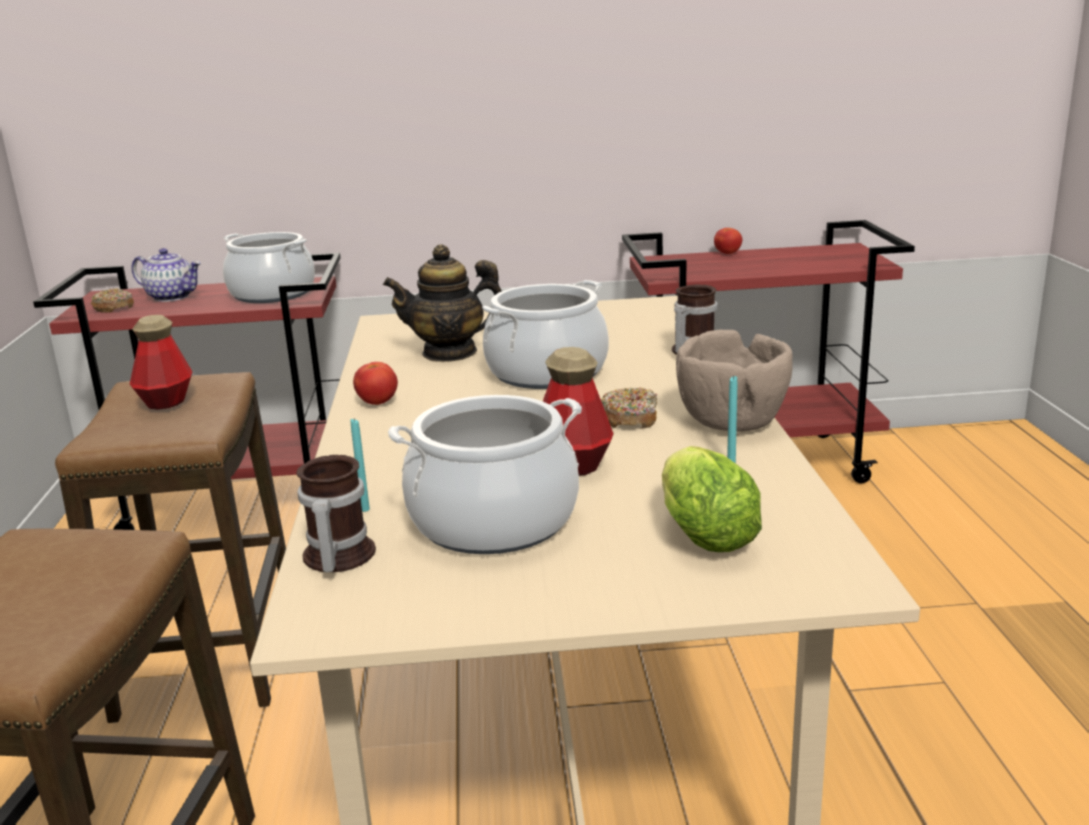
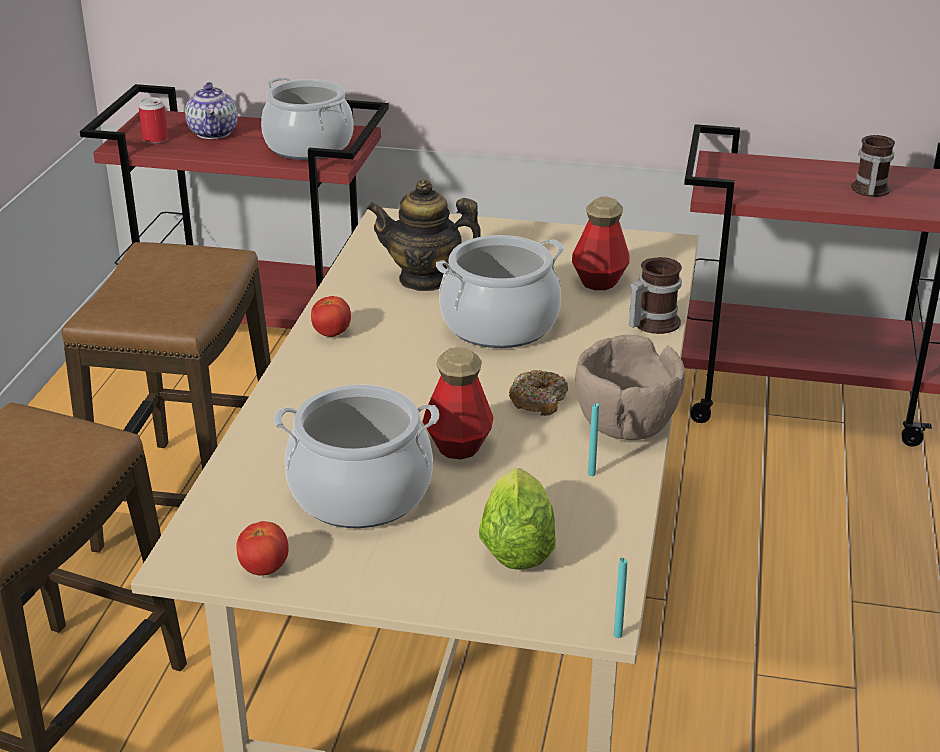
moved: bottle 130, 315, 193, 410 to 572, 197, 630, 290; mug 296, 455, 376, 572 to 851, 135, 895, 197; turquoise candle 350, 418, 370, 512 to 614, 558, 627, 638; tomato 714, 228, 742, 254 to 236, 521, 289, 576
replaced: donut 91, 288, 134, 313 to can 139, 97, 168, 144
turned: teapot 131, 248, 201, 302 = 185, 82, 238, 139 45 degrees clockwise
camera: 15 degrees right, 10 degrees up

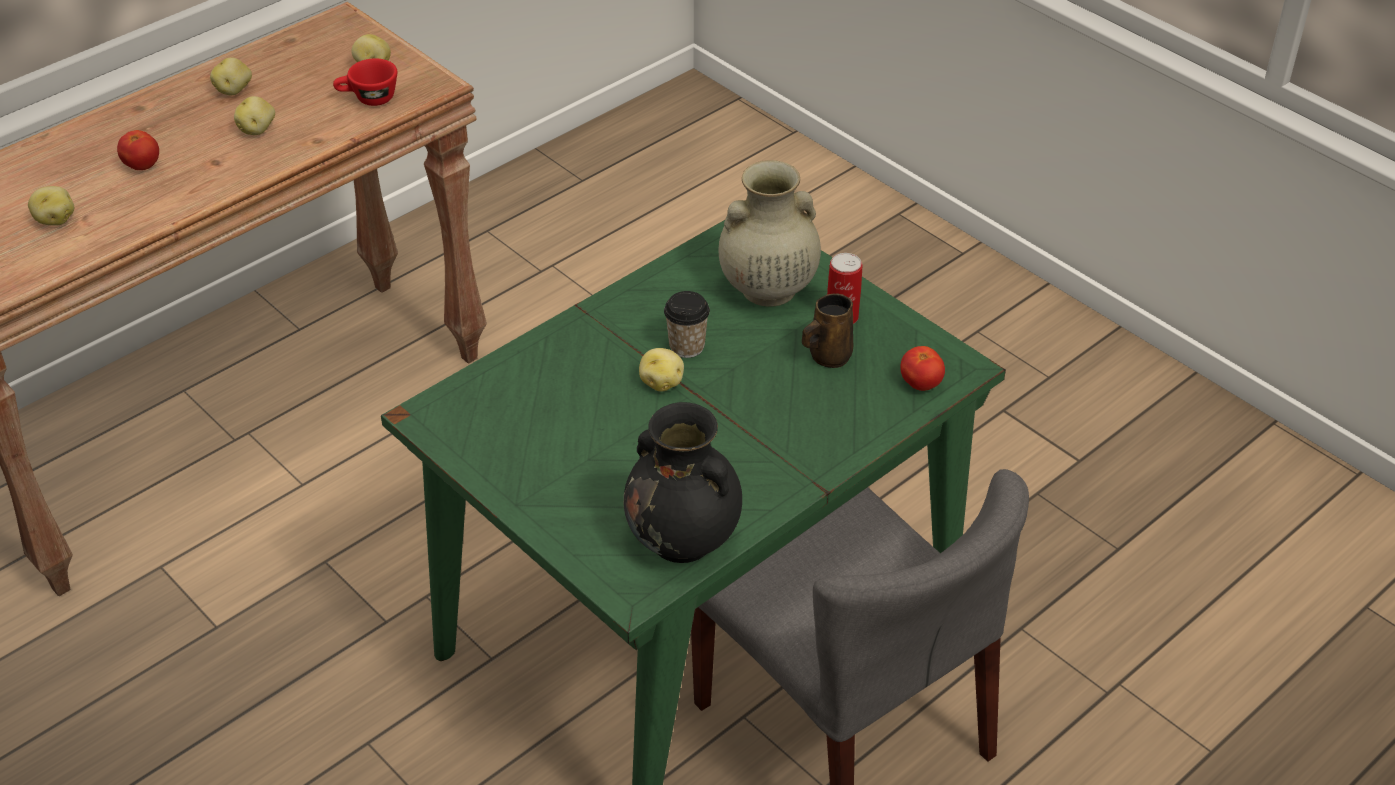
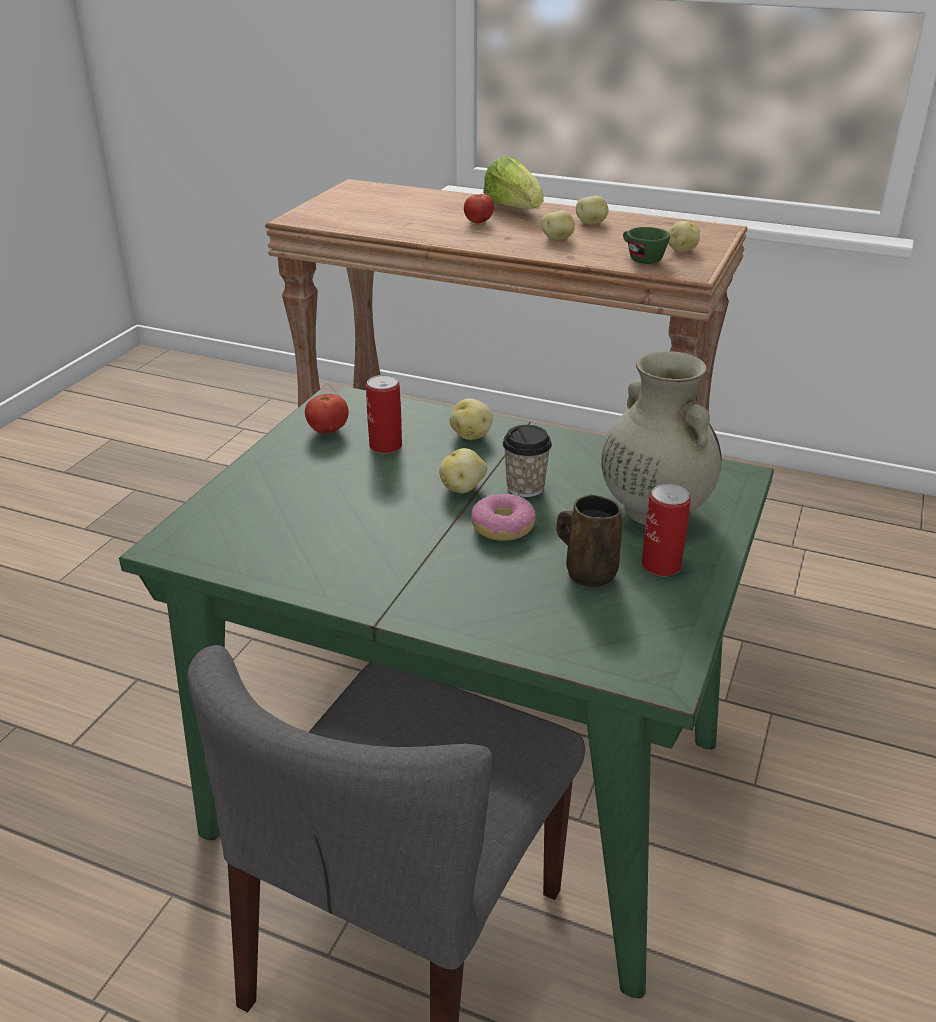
removed: black vase 624, 402, 742, 563
added: can 366, 375, 402, 454; donut 471, 493, 536, 541; lettuce 483, 157, 544, 209
moved: potato 28, 186, 74, 226 to 450, 398, 493, 440; tomato 900, 346, 945, 391 to 305, 394, 349, 434
recoloured: red cup 333, 58, 397, 106 to green cup 623, 227, 670, 264
camera: 65 degrees right, 10 degrees down

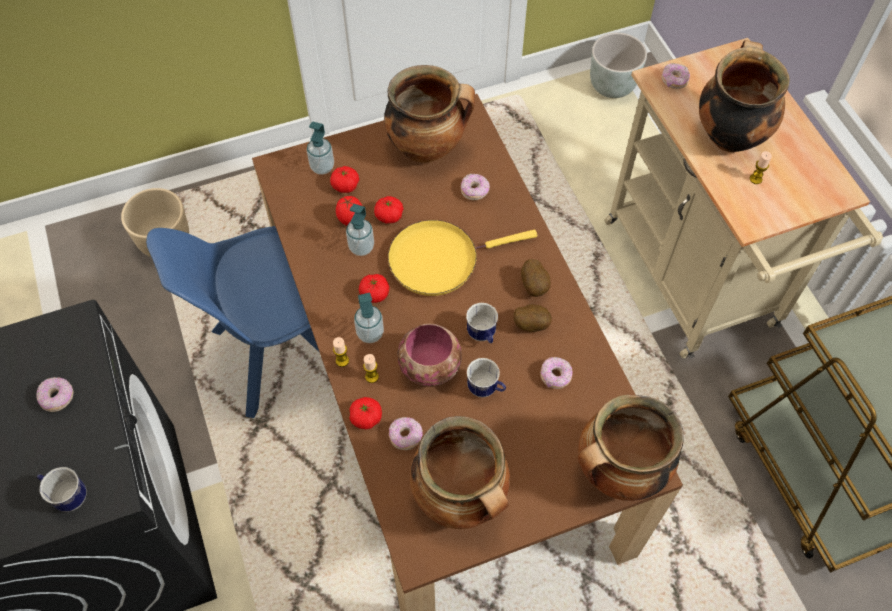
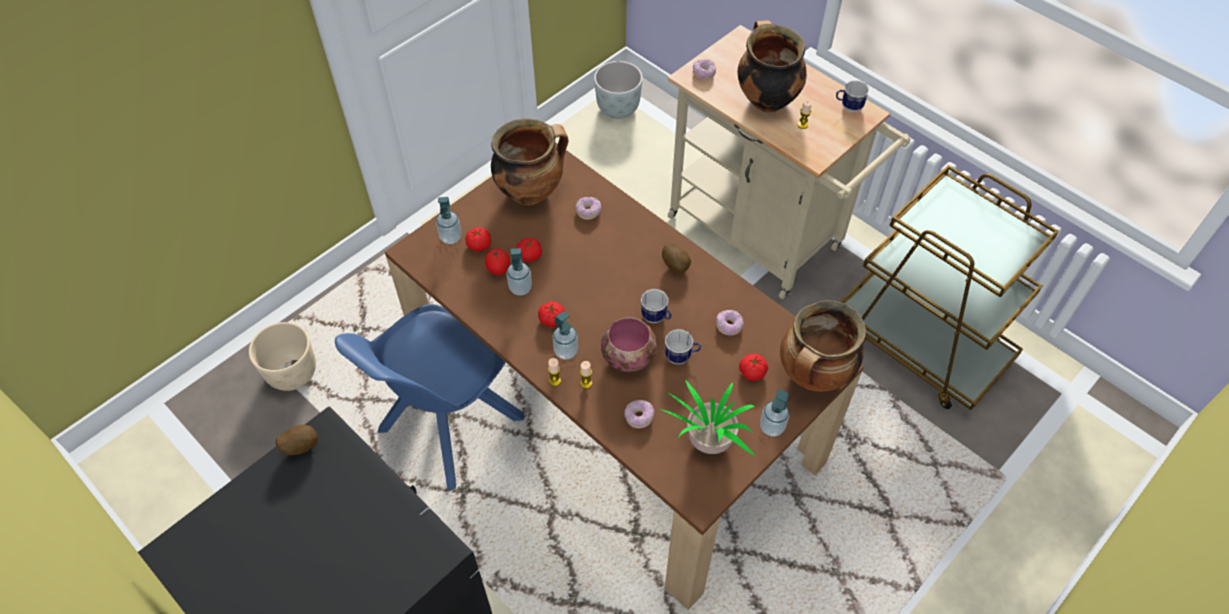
removed: donut 36, 377, 73, 412; yellow frying pan 388, 220, 537, 296
added: soap dispenser 760, 389, 789, 437
moved: mug 37, 467, 86, 512 to 836, 80, 869, 112; tomato 350, 397, 382, 429 to 739, 354, 768, 381; potato 514, 304, 552, 332 to 276, 425, 318, 455
replaced: cooking pot 410, 416, 510, 529 to potted plant 658, 380, 757, 457
camera: 25 degrees left, 5 degrees down

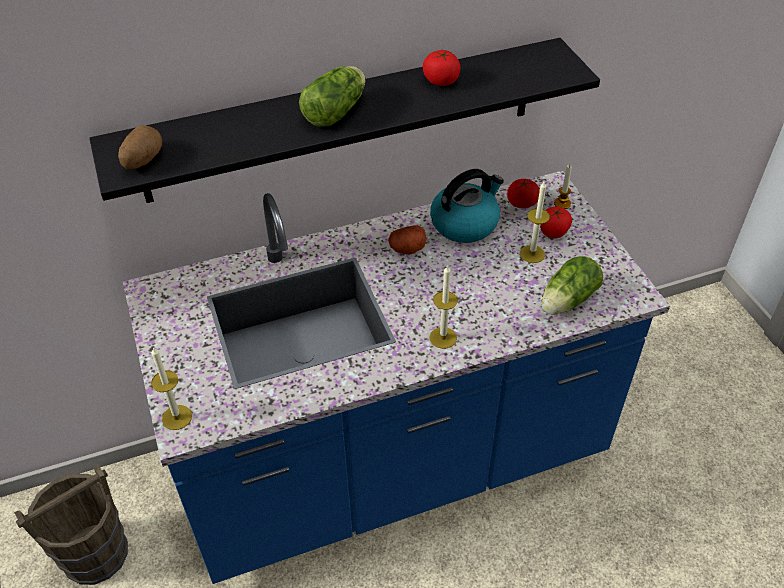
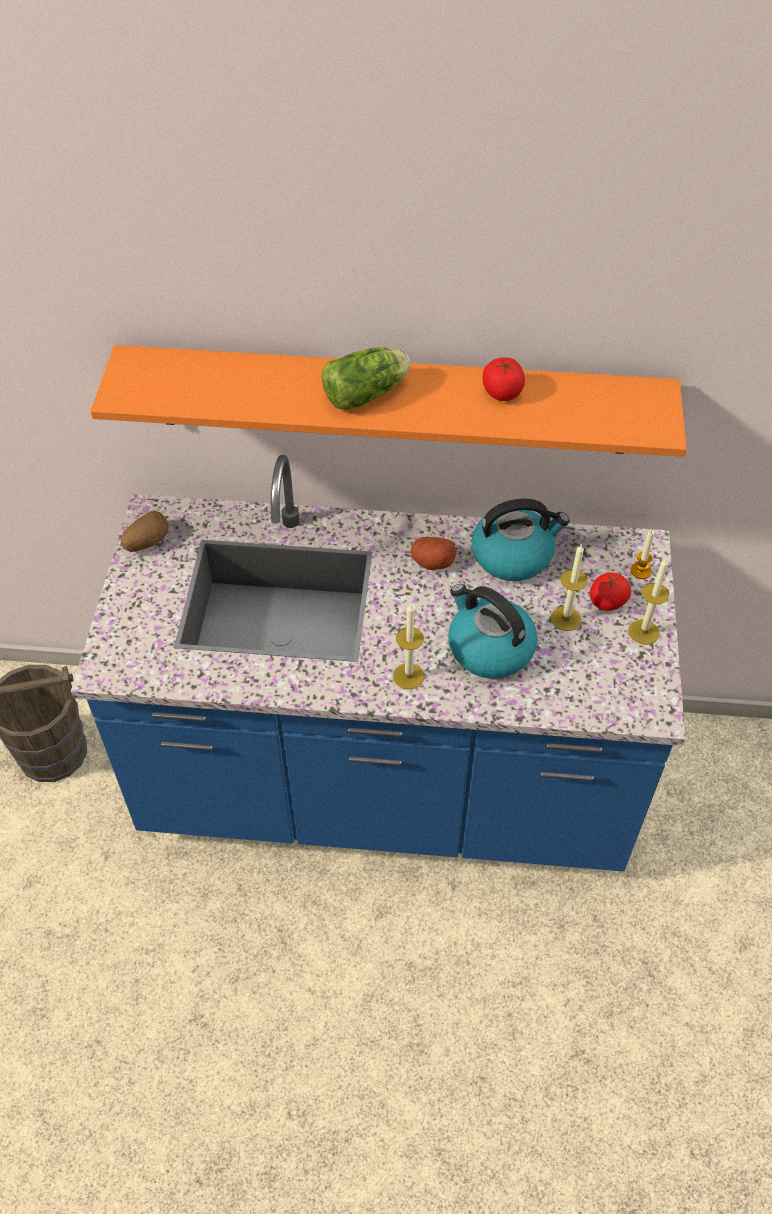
removed: tomato 507, 179, 540, 208; lettuce 542, 256, 603, 314
added: kettle 448, 584, 537, 679
moved: potato 118, 125, 162, 170 to 120, 511, 169, 552; candle 151, 347, 192, 430 to 628, 557, 669, 644
recoloured: black shelf 89, 38, 600, 203 to orange shelf 90, 345, 687, 457
camera: 25 degrees right, 5 degrees up

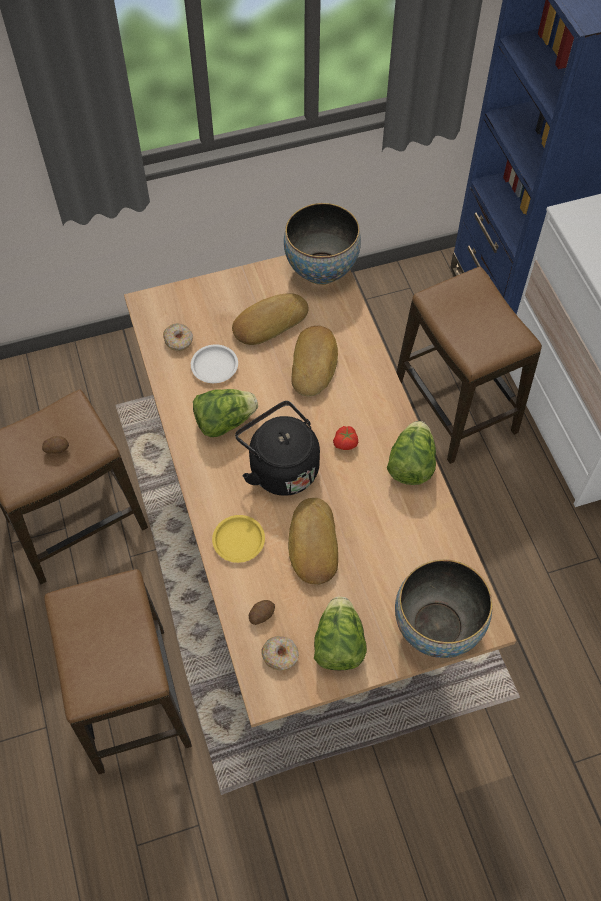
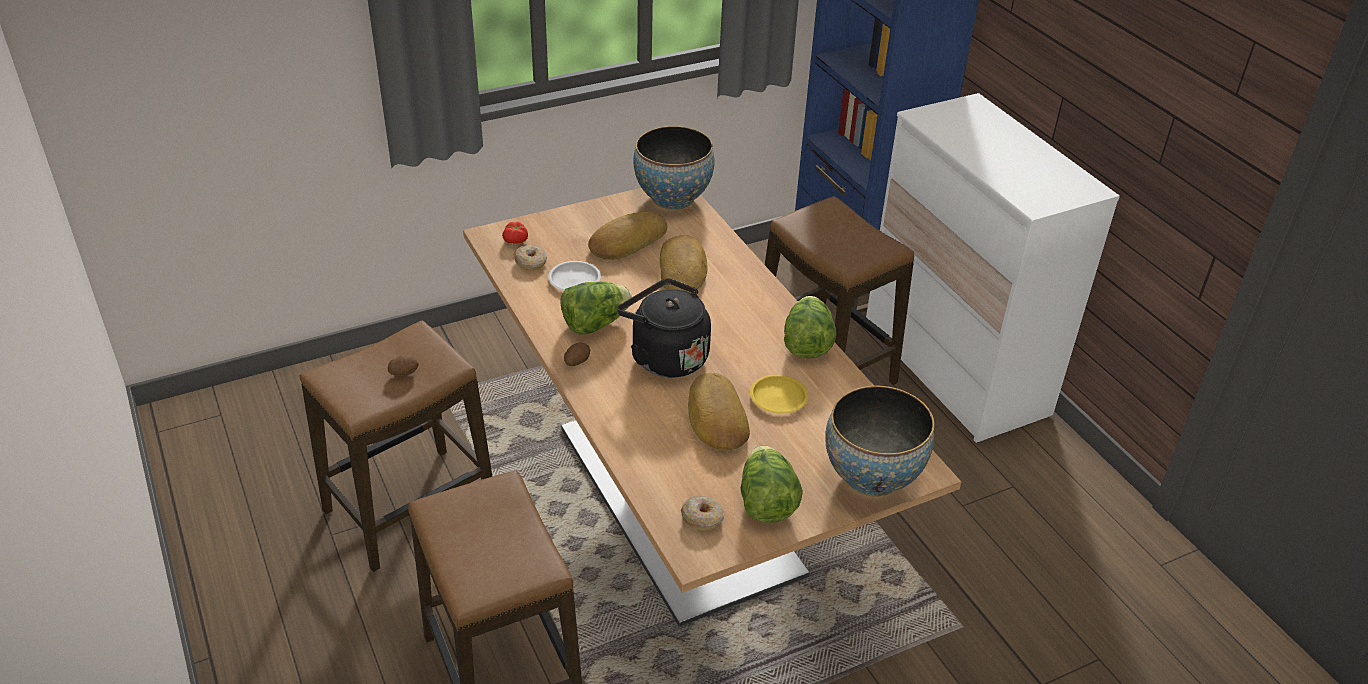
moved: yellow plate 212, 515, 265, 563 to 750, 375, 808, 414; potato 249, 600, 275, 625 to 564, 343, 590, 366; tomato 333, 426, 358, 450 to 502, 222, 528, 244
camera: 10 degrees left, 20 degrees down

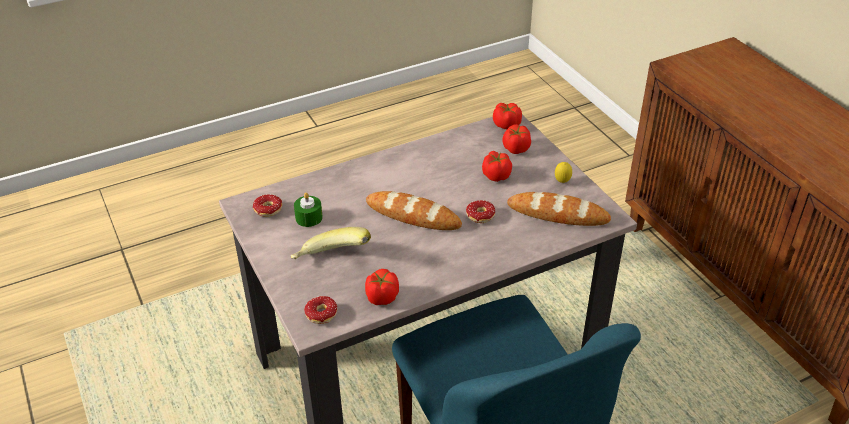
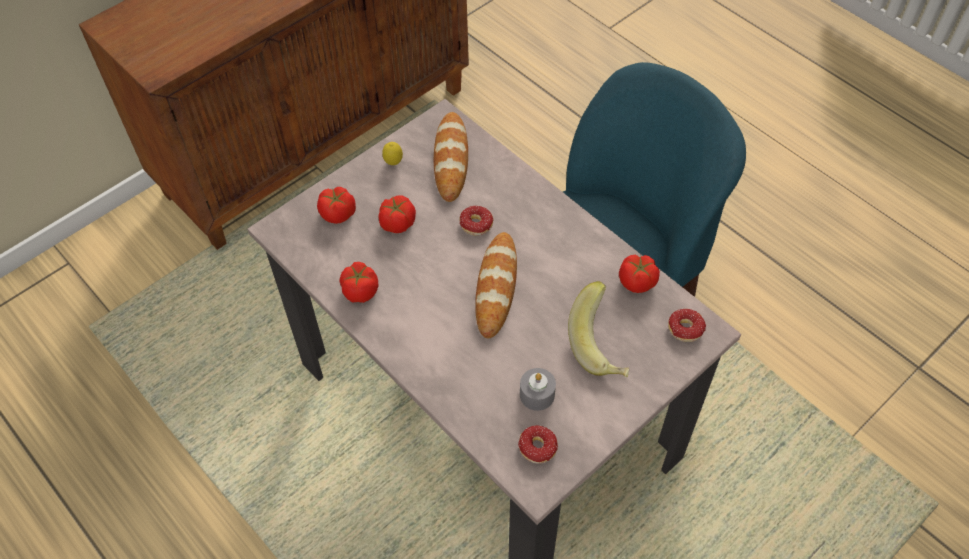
moved: tomato 493, 103, 522, 129 to 339, 262, 379, 303
recoloured: green candle 294, 193, 323, 227 to grey candle 520, 368, 556, 411
camera: 105 degrees left, 15 degrees up

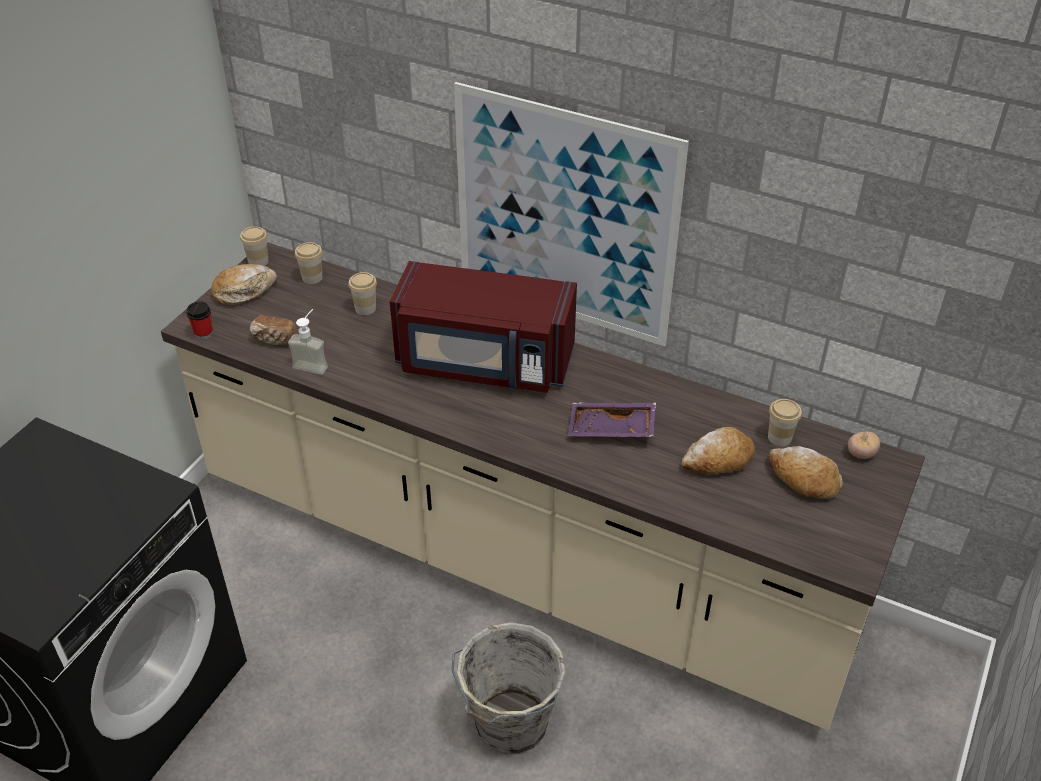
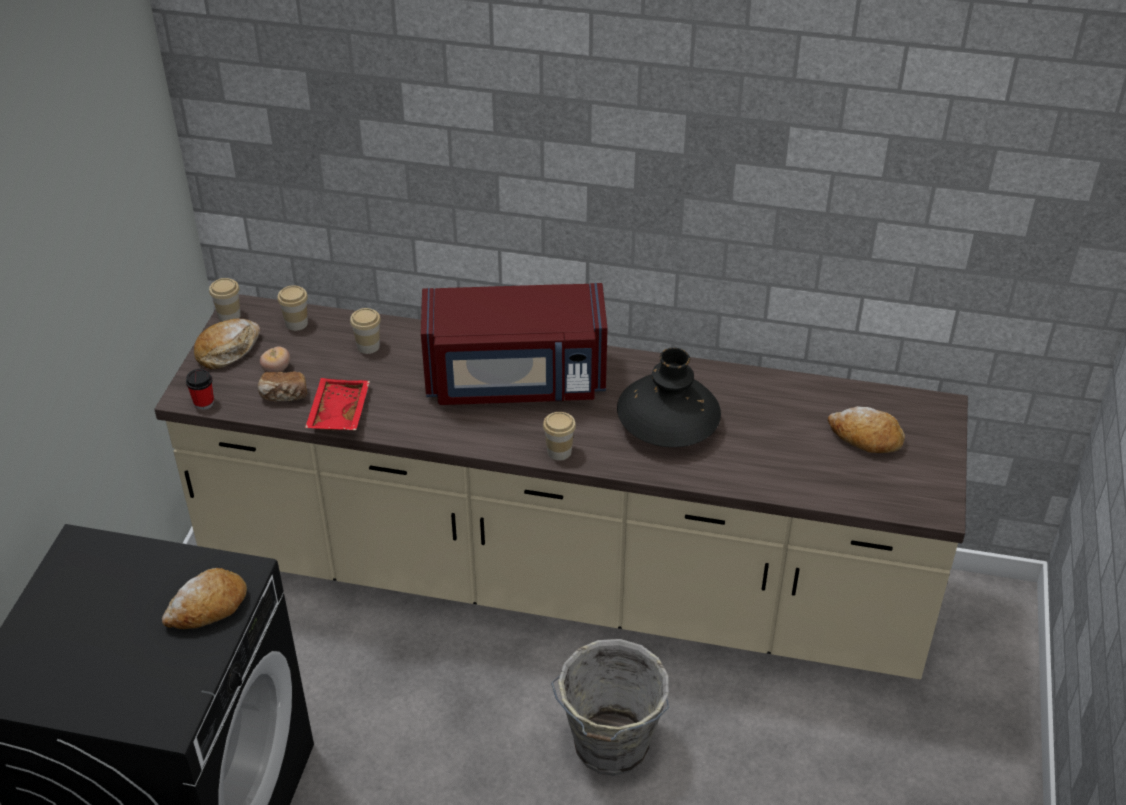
removed: picture 454, 82, 689, 346
moved: bread 681, 427, 755, 474 to 162, 568, 247, 629; cup 768, 399, 802, 446 to 543, 412, 576, 460; tomato 848, 431, 880, 459 to 260, 346, 290, 372
replaced: soap dispenser 288, 309, 328, 375 to red tray 305, 378, 370, 430; purple tray 567, 403, 656, 437 to black vase 617, 348, 721, 447
camera: 15 degrees left, 0 degrees up

